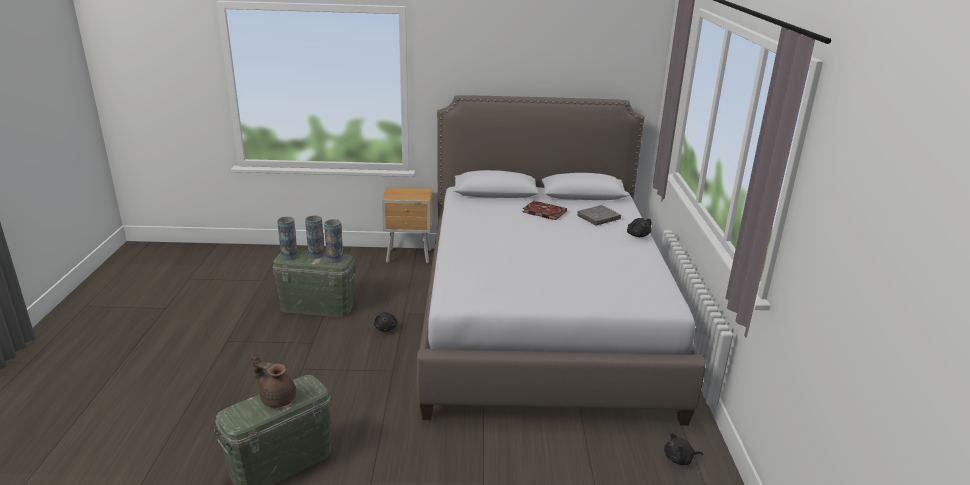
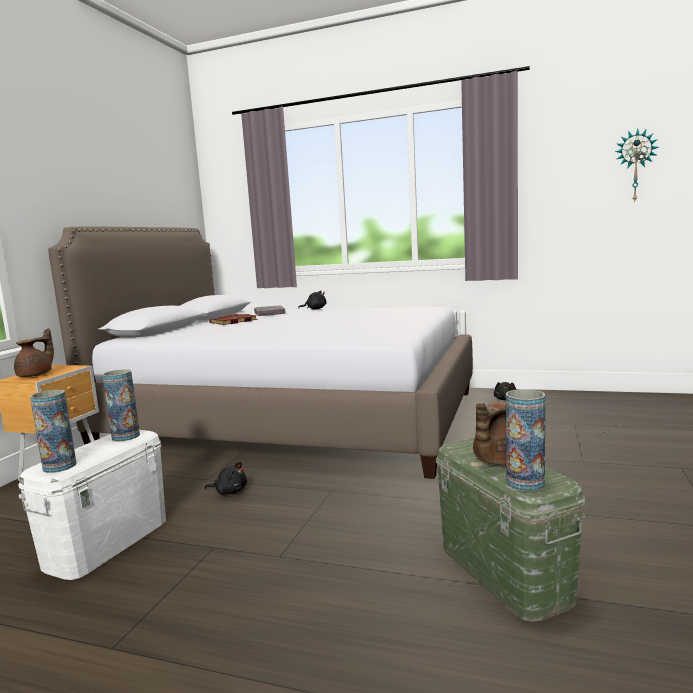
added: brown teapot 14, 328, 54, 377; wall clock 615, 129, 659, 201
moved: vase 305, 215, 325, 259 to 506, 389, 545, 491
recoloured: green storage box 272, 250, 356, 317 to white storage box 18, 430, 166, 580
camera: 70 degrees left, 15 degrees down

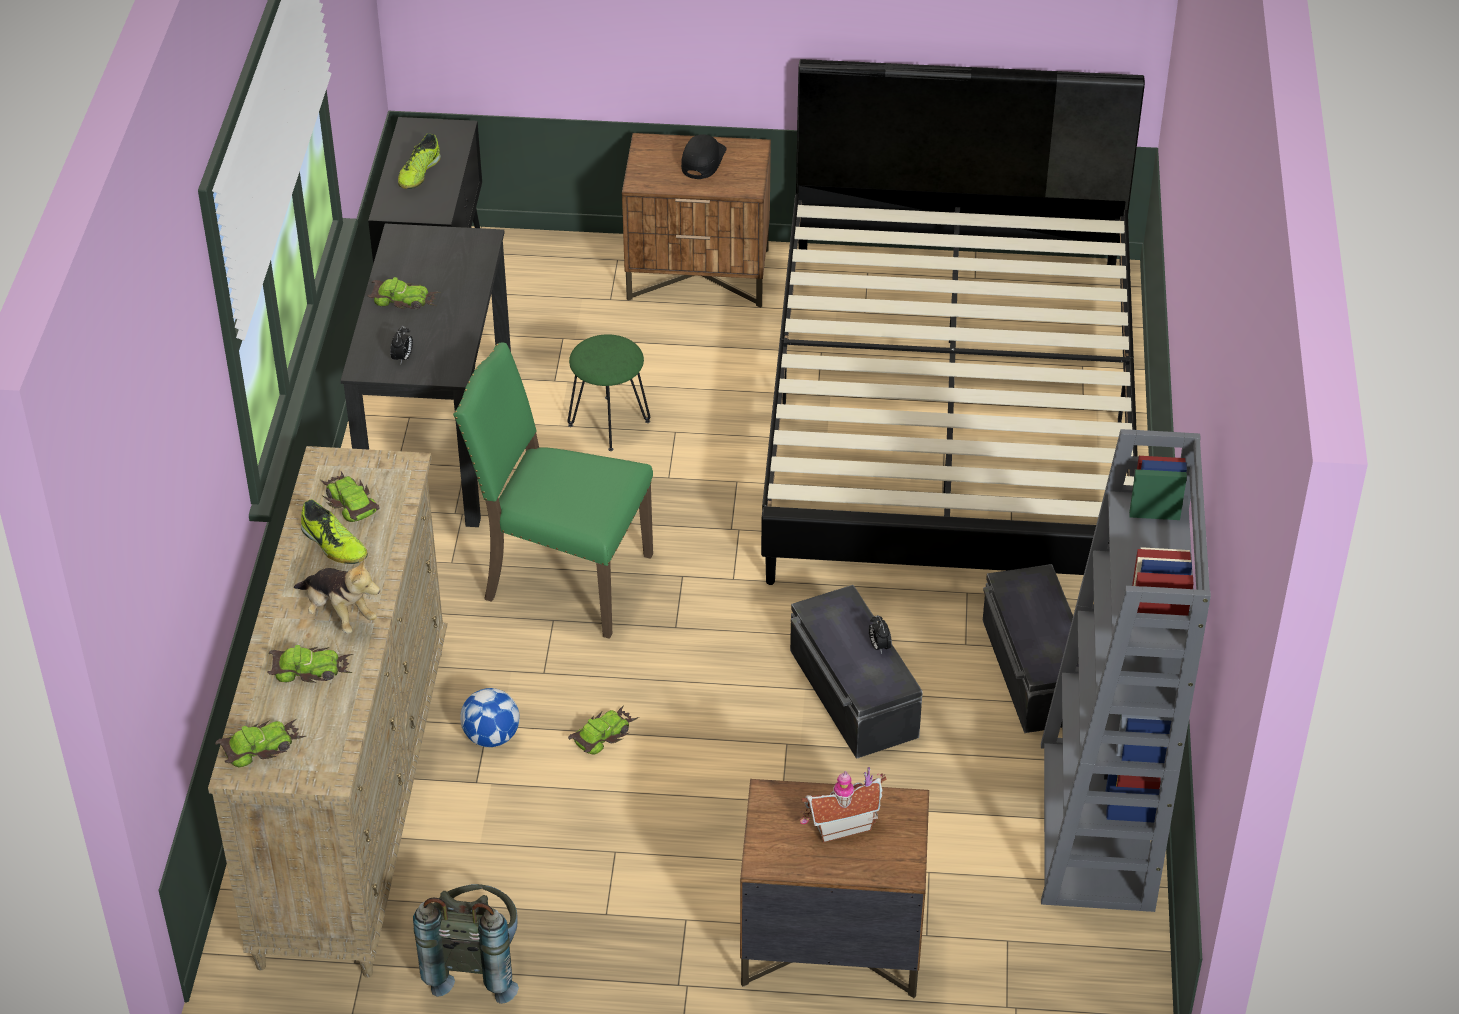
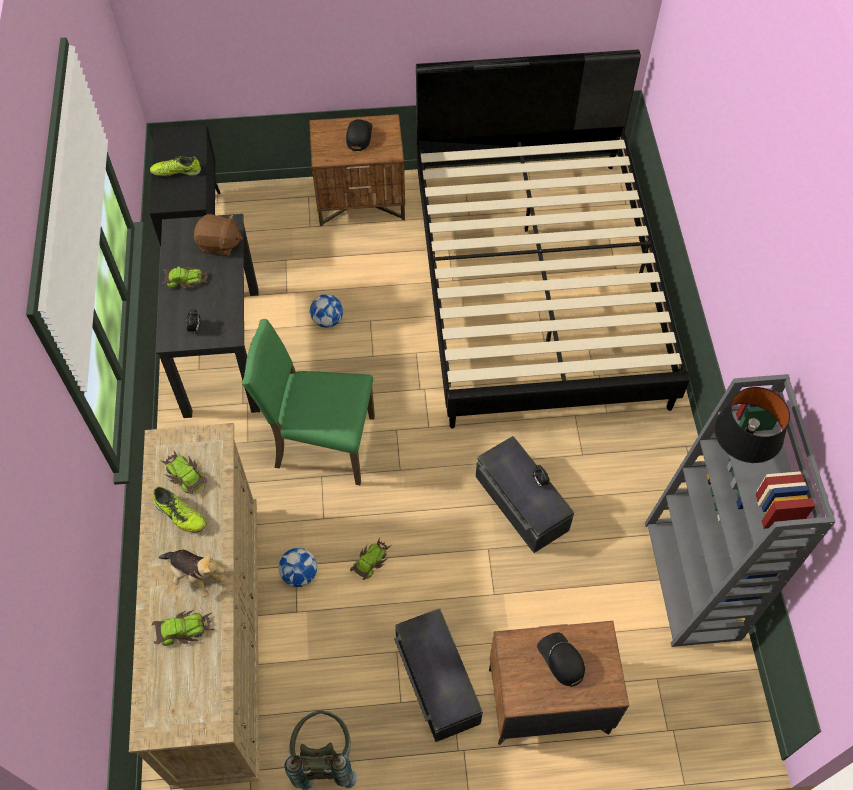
removed: toy car 215, 719, 306, 767
added: brown plush toy 194, 214, 243, 257; black table lamp 715, 387, 790, 463
moved: black storage box 983, 564, 1078, 733 to 394, 608, 483, 742
replaced: green stool 568, 334, 650, 451 to football 310, 294, 343, 328; toy house 800, 767, 886, 843 to black cap 537, 632, 585, 687
turned: shoe 398, 133, 441, 189 = 150, 156, 201, 177 75 degrees clockwise
camera: 10 degrees left, 15 degrees up

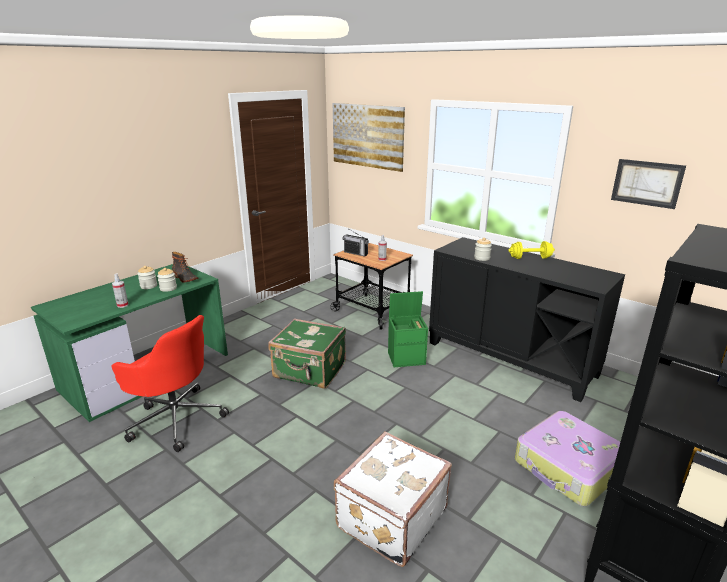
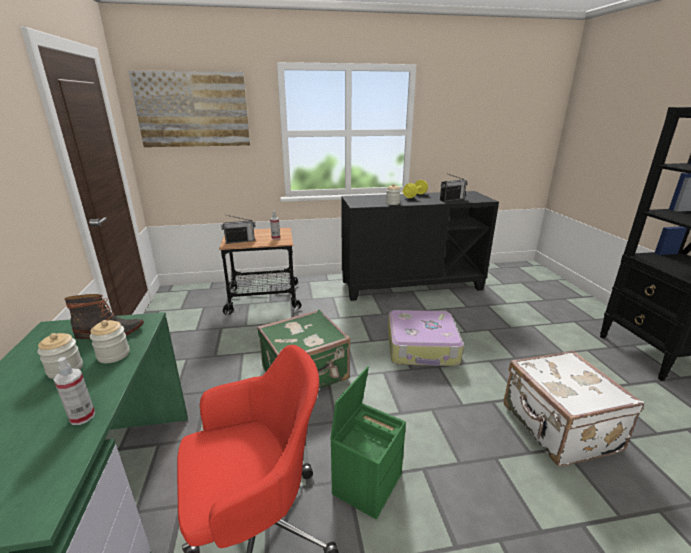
removed: picture 611, 159, 686, 209
added: radio 440, 174, 468, 202
moved: green storage box 388, 291, 428, 367 to 330, 366, 406, 520; suitcase 515, 411, 620, 506 to 388, 310, 464, 366
camera: 50 degrees left, 0 degrees up

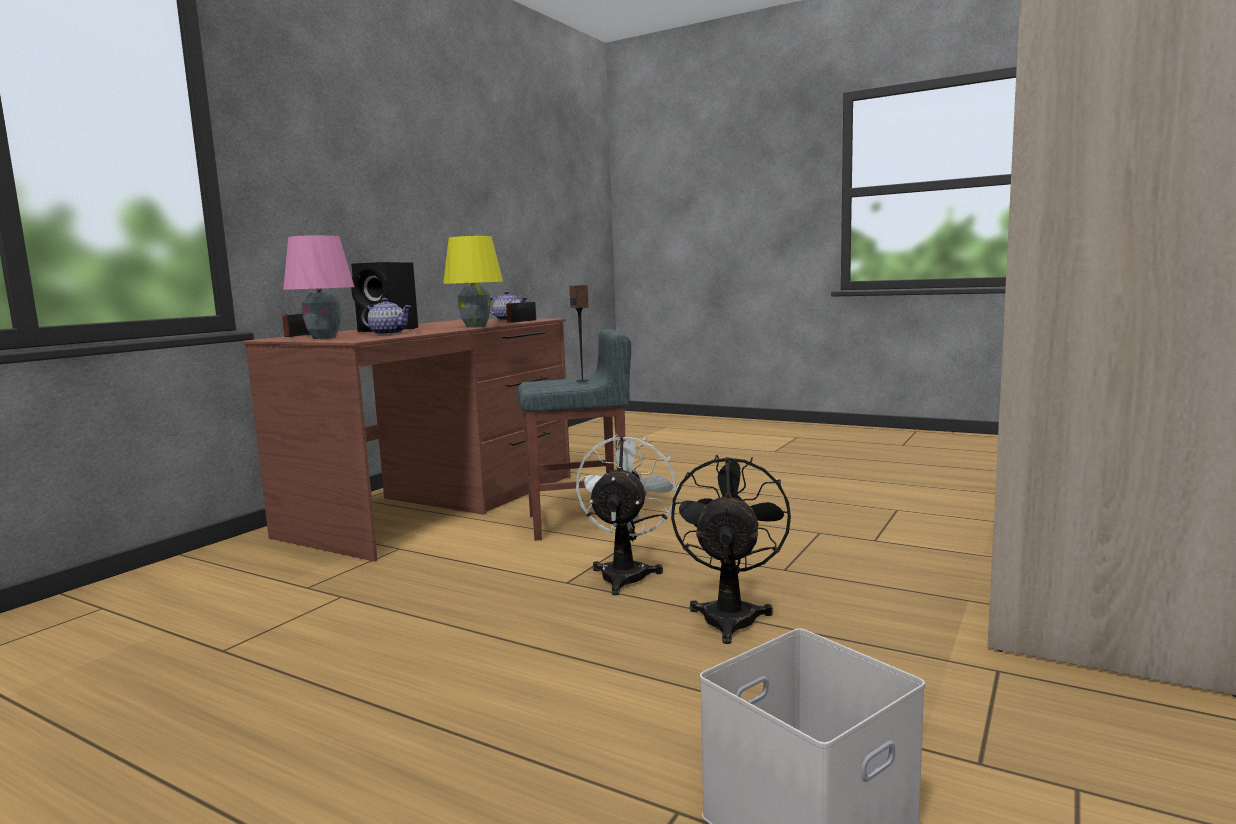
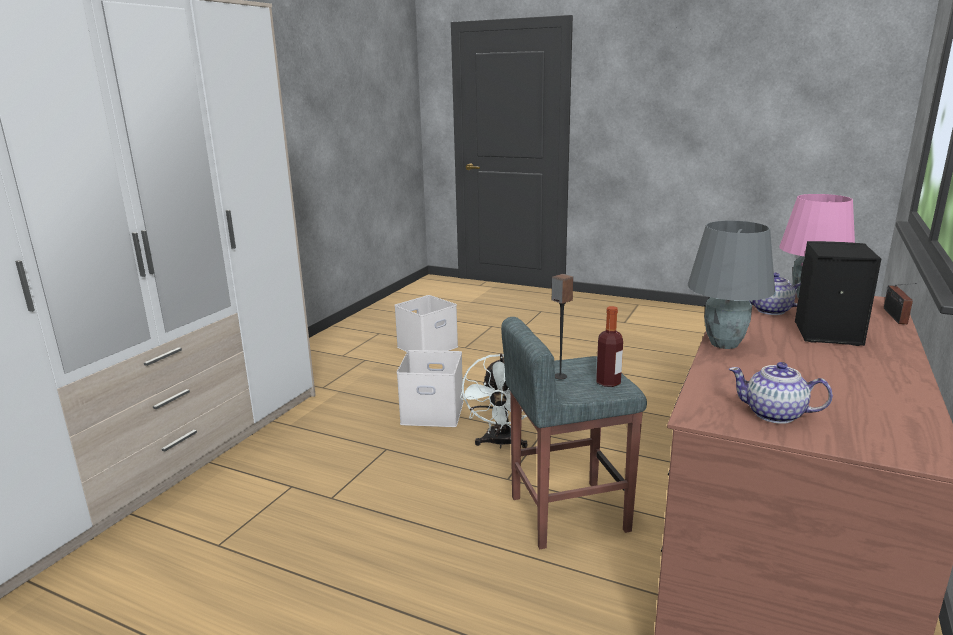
removed: radio 506, 288, 536, 323
added: bottle 596, 306, 623, 387
replaced: black fan 671, 455, 791, 644 to white storage box 397, 350, 464, 427
recoloured: yellow table lamp 443, 236, 503, 327 to grey table lamp 688, 221, 775, 349
camera: 175 degrees right, 10 degrees up

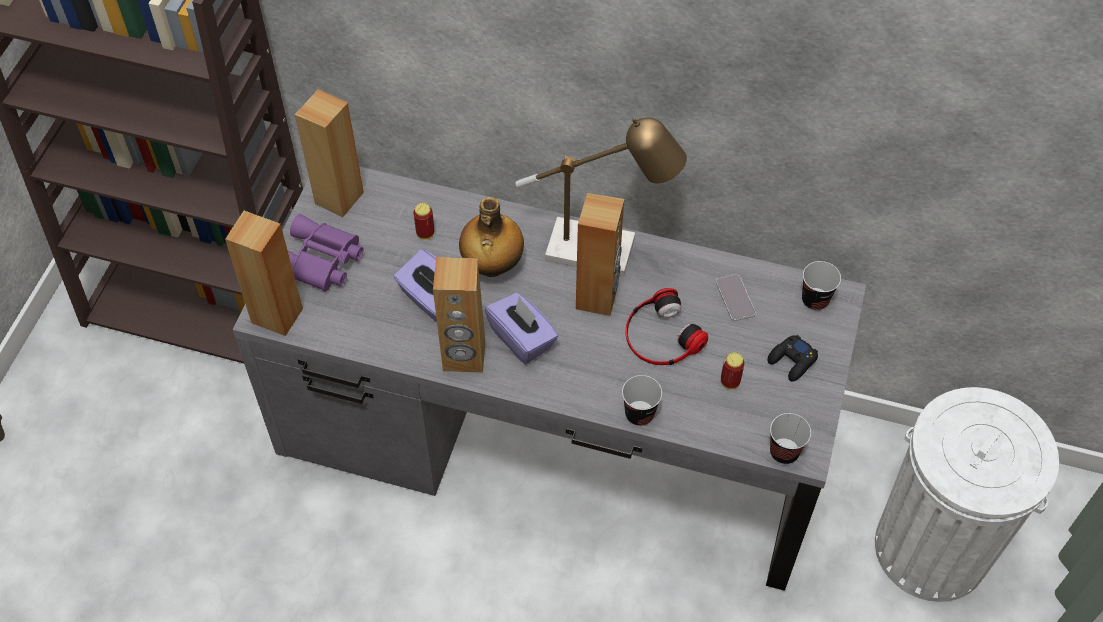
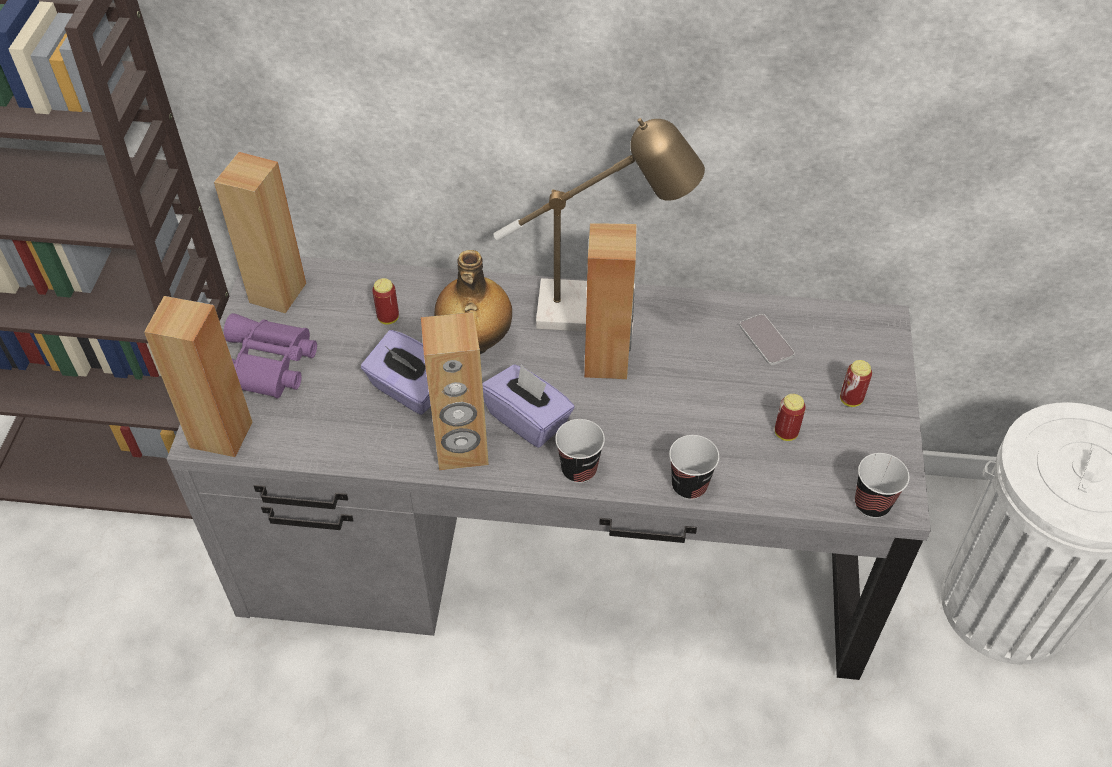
removed: headphones 626, 288, 708, 365
moved: cup 802, 261, 841, 311 to 555, 419, 605, 483
replaced: black game controller 767, 335, 818, 381 to can 840, 360, 872, 407
camera: 10 degrees left, 5 degrees down

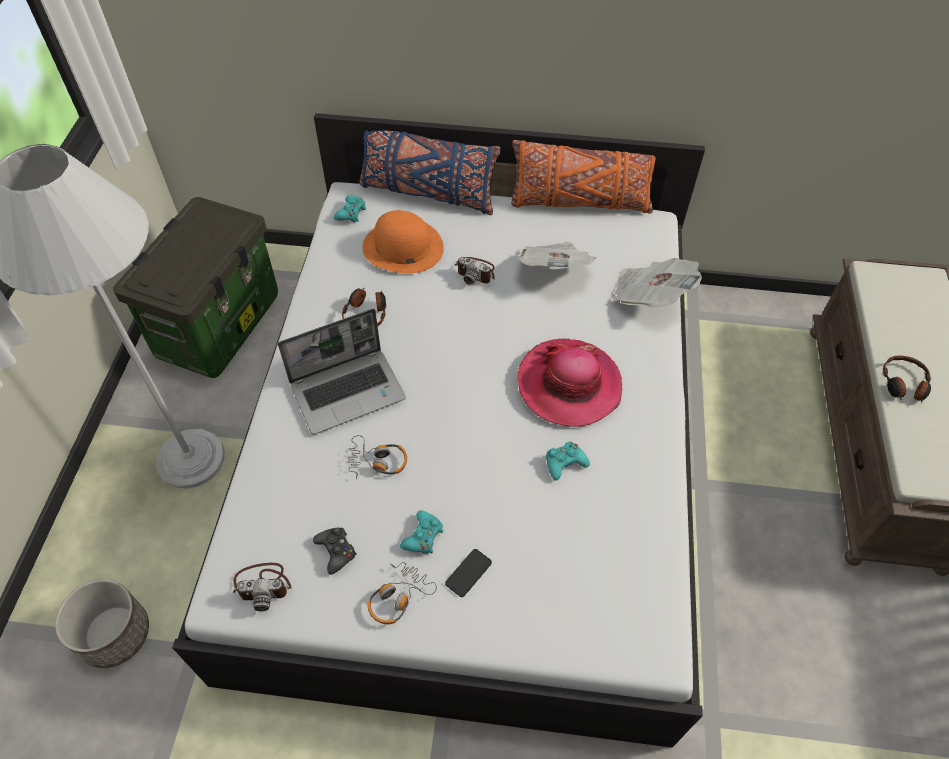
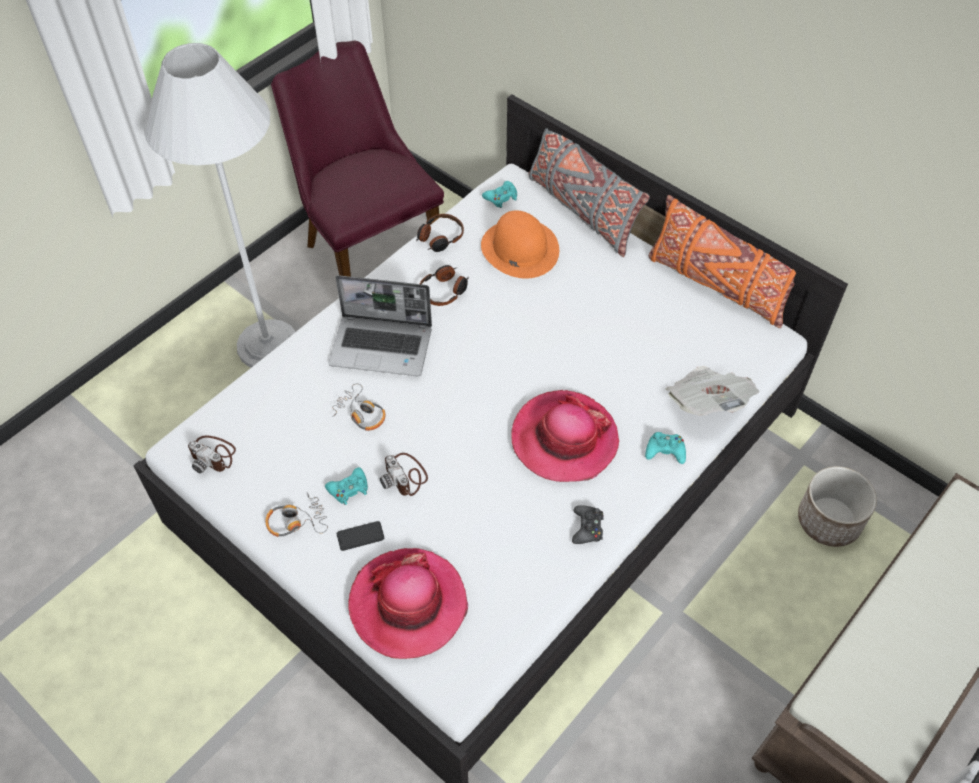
removed: newspaper 518, 242, 596, 269
added: hat 348, 548, 468, 659
moved: planter 55, 579, 149, 668 to 798, 466, 877, 547; black game controller 313, 527, 357, 575 to 572, 505, 604, 544; photo camera 454, 257, 495, 285 to 379, 453, 428, 496; turquoise game controller 546, 442, 590, 481 to 645, 432, 686, 464; headphones 883, 356, 931, 403 to 416, 214, 464, 252
replaced: storage box 113, 197, 278, 378 to purple chair 271, 41, 444, 277
recoloured: blue pillow 359, 130, 501, 215 to grey pillow 528, 128, 650, 257
camera: 35 degrees right, 0 degrees up

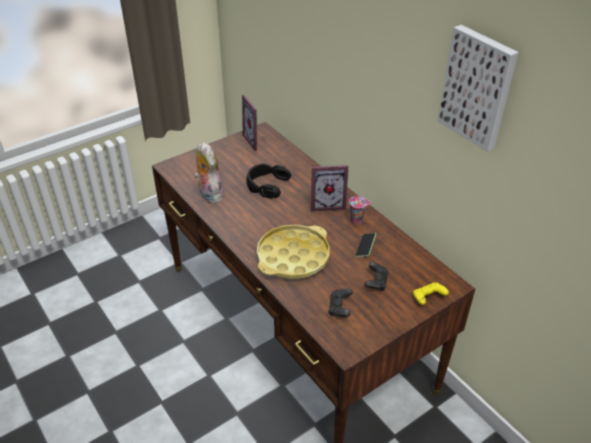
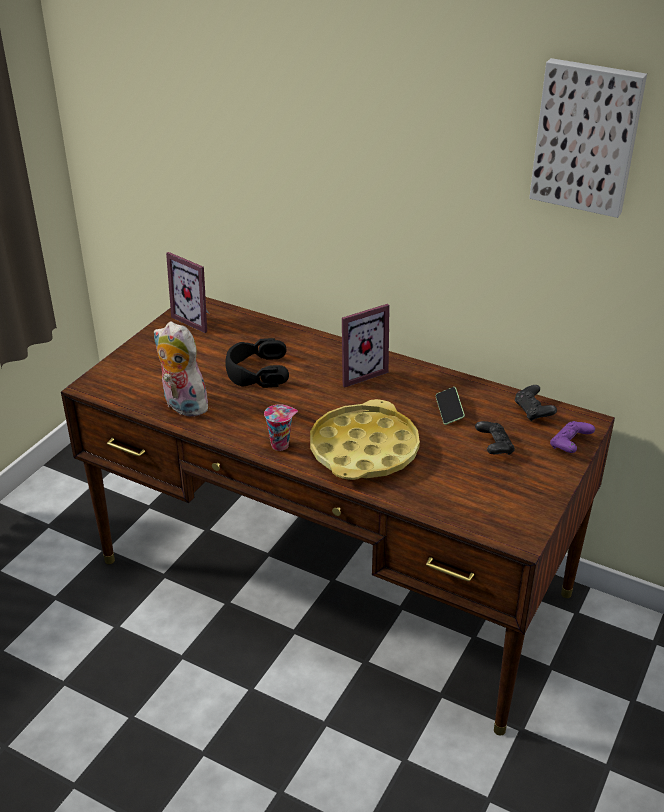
moved: black game controller 328, 289, 353, 317 to 515, 385, 557, 421; cup 349, 196, 371, 225 to 264, 404, 298, 451
recoloured: yellow game controller 413, 282, 449, 305 to purple game controller 550, 421, 595, 453
camera: 25 degrees left, 5 degrees down

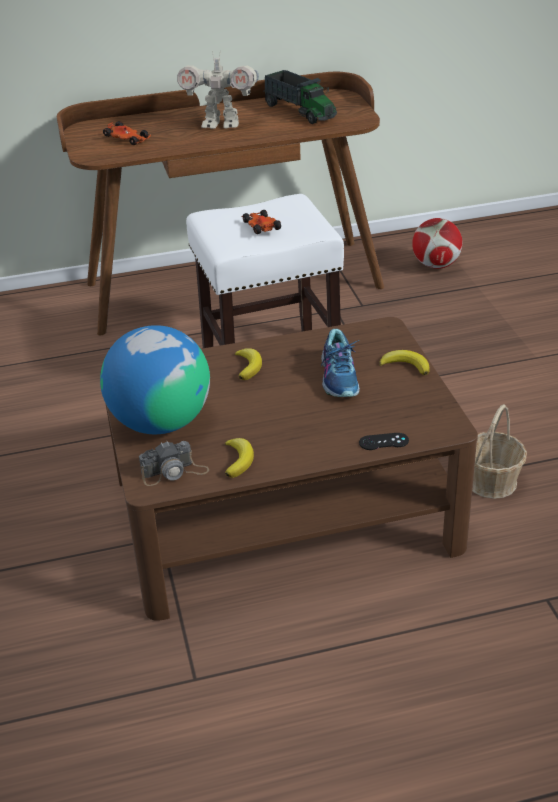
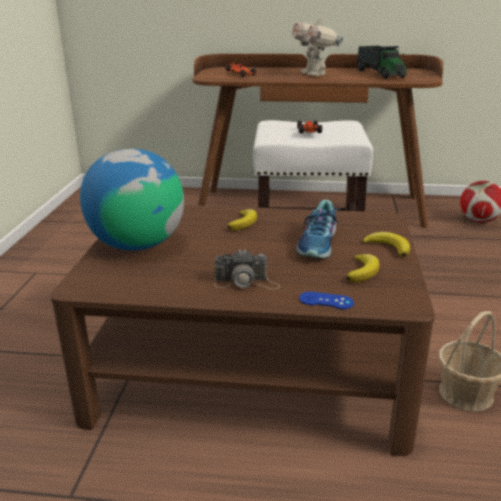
moved: photo camera 139, 441, 209, 486 to 214, 249, 280, 290; banana 225, 438, 254, 478 to 346, 254, 380, 282
recoloured: black game controller 359, 433, 409, 450 to blue game controller 299, 292, 354, 309
turned: toy robot 177, 50, 259, 129 = 292, 14, 343, 76 45 degrees clockwise
camera: 20 degrees right, 10 degrees down

